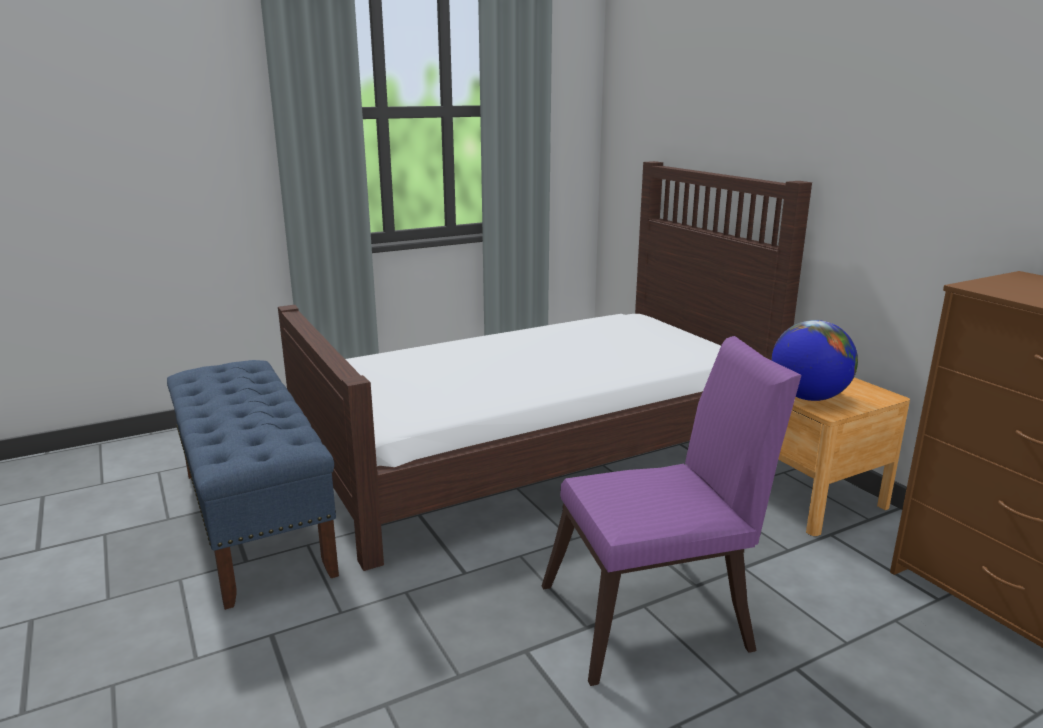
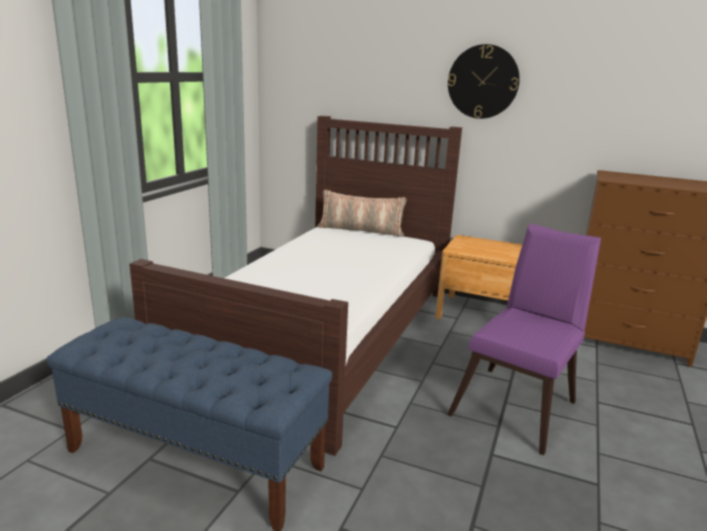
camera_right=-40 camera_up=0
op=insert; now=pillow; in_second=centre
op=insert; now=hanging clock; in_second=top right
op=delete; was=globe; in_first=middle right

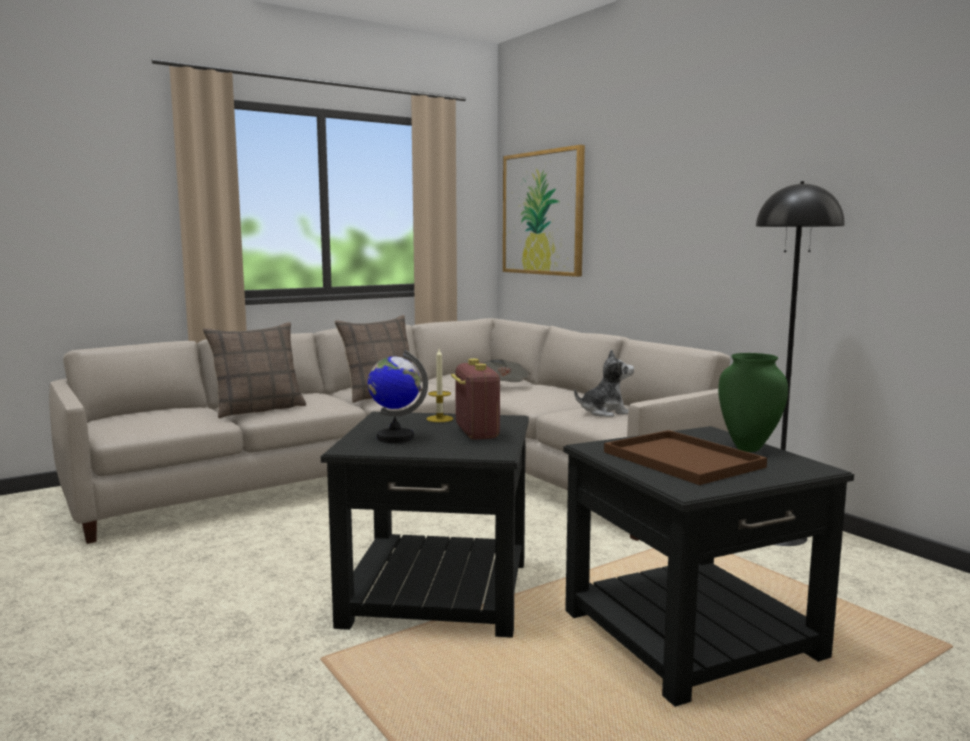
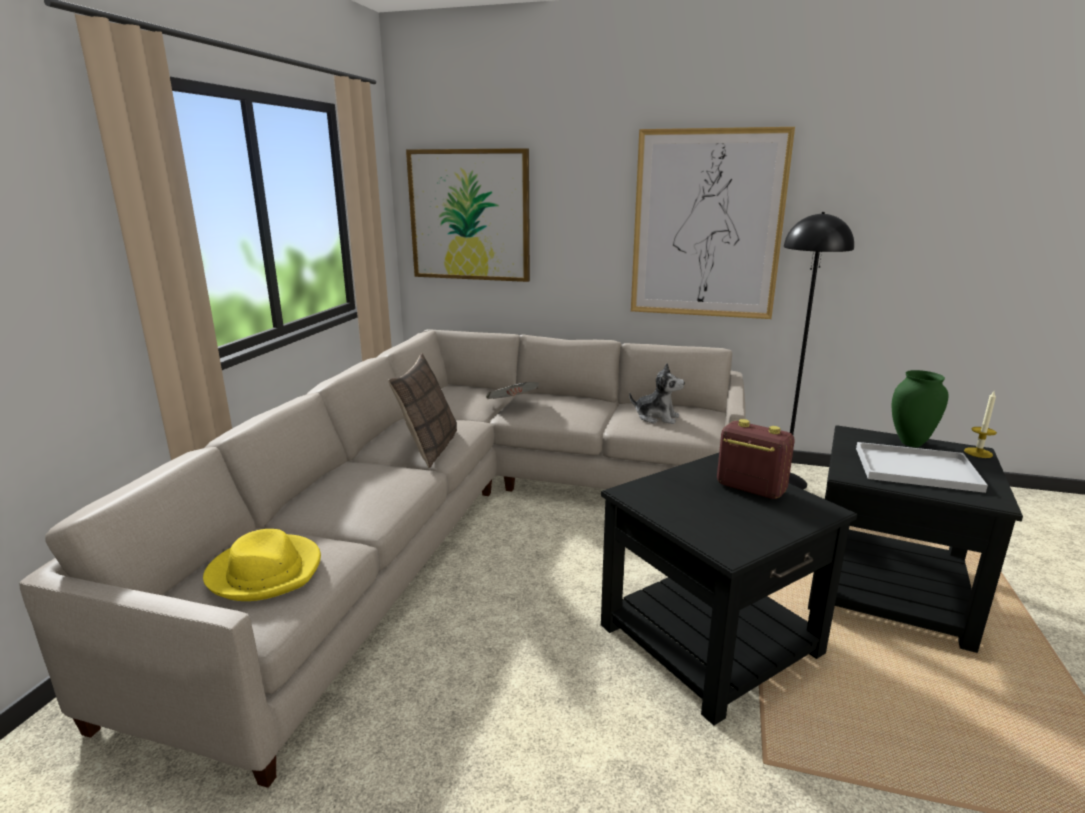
camera_right=-40 camera_up=10
op=insert; now=yellowish wearable hat; in_second=bottom left
op=rotate; was=cuddly toy; in_first=centre; in_second=centre; clockwise=75
op=insert; now=wall picture (2nd from left); in_second=top centre
op=recolor; was=brown serving tray; now=whitish serving tray; in_first=middle right; in_second=middle right
op=move; was=candle; in_first=centre; in_second=middle right
op=delete; was=pillow (1st from left); in_first=middle left
op=delete; was=globe; in_first=centre

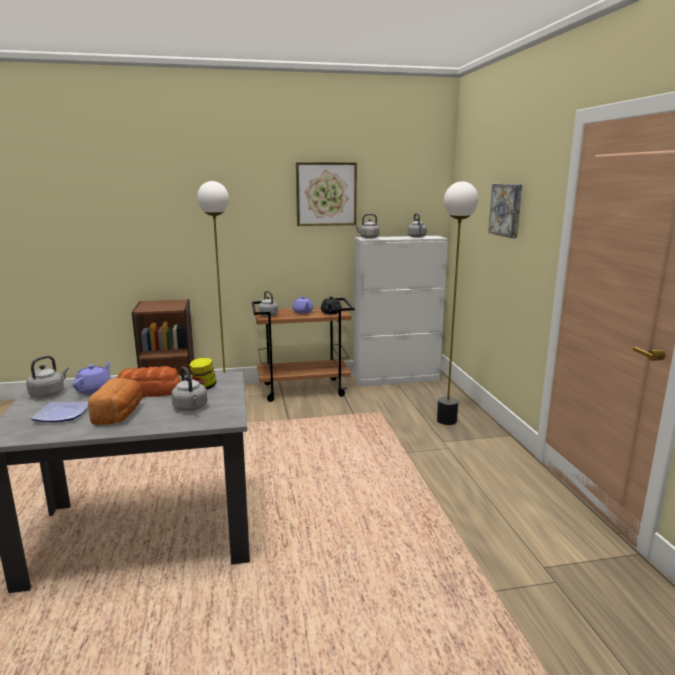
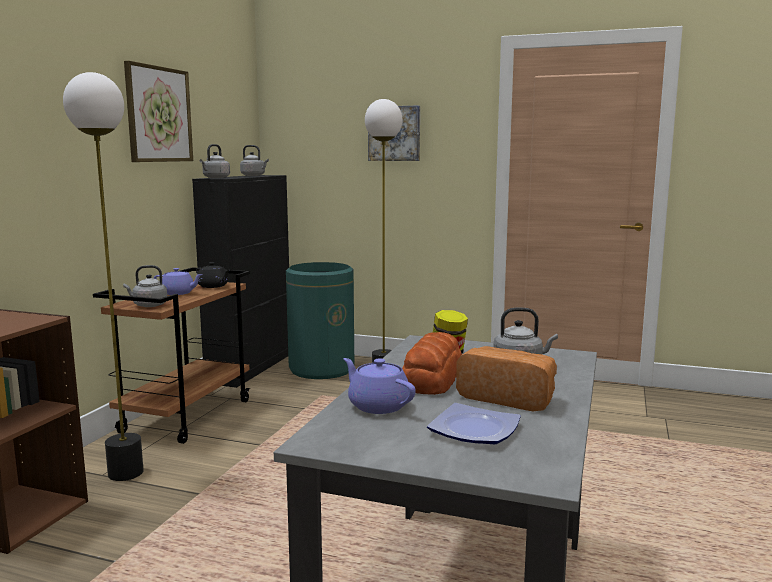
camera_right=-60 camera_up=-5
op=recolor; was=whitish cabinet; now=blackish cabinet; in_first=centre; in_second=middle left
op=insert; now=green-coloured waste bin; in_second=centre
op=delete; was=gray tea kettle (1st from left); in_first=middle left

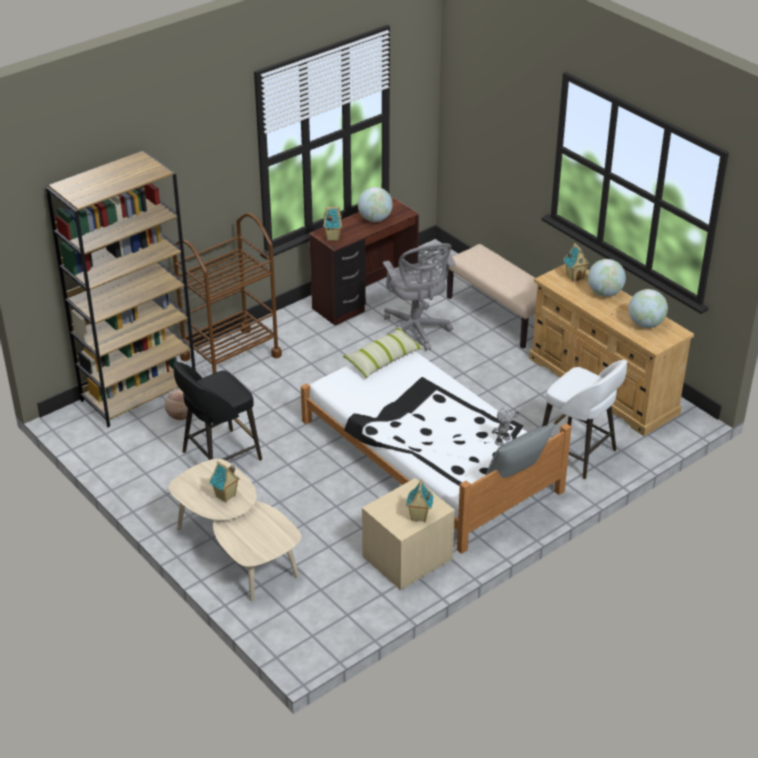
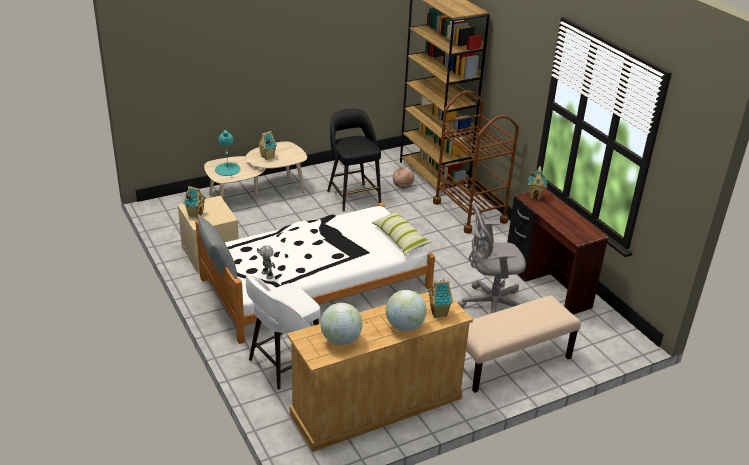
camera_right=100 camera_up=-5
op=insert; now=turquoise tabletop lamp; in_second=top left
op=delete; was=globe (1st from left); in_first=top centre

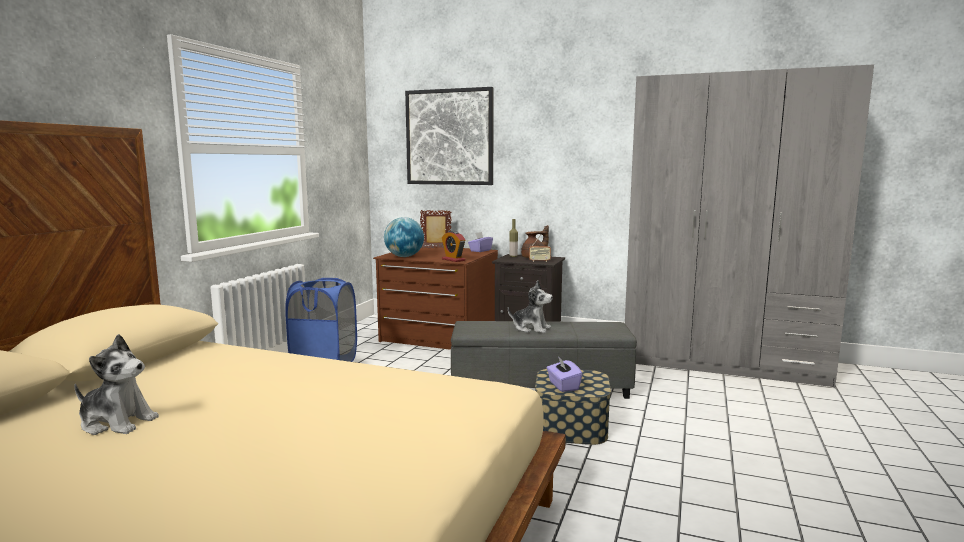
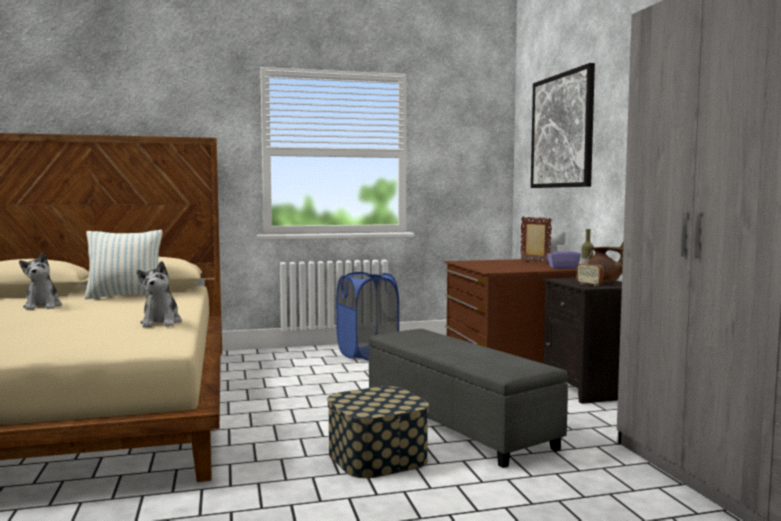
camera_right=55 camera_up=-5
op=insert; now=pillow; in_second=middle left
op=move; was=cuddly toy (2nd from left); in_first=centre; in_second=middle left
op=delete; was=globe; in_first=centre
op=delete; was=table clock; in_first=centre
op=delete; was=purple box of tissues (2nd from left); in_first=bottom centre

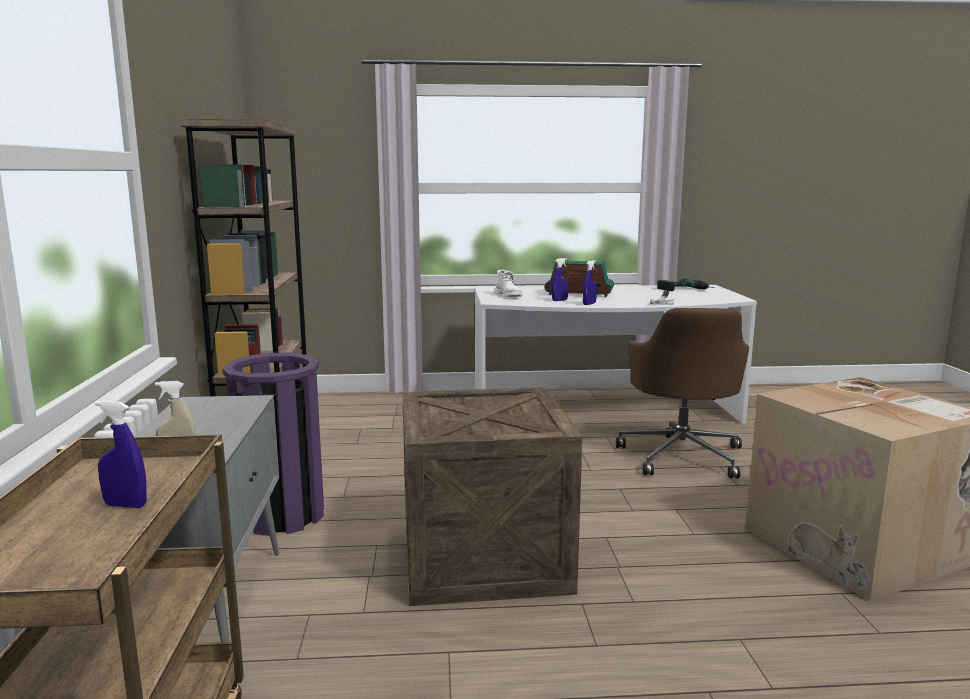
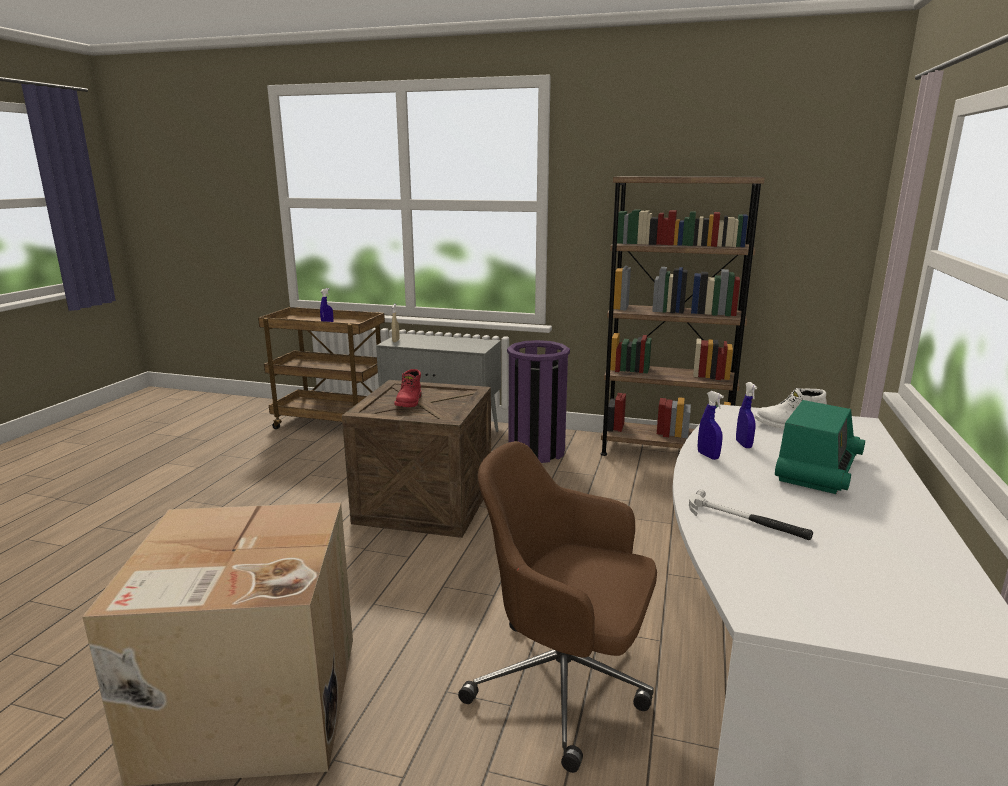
camera_right=110 camera_up=5
op=insert; now=red high-top boot; in_second=centre
op=delete; was=drill; in_first=middle right

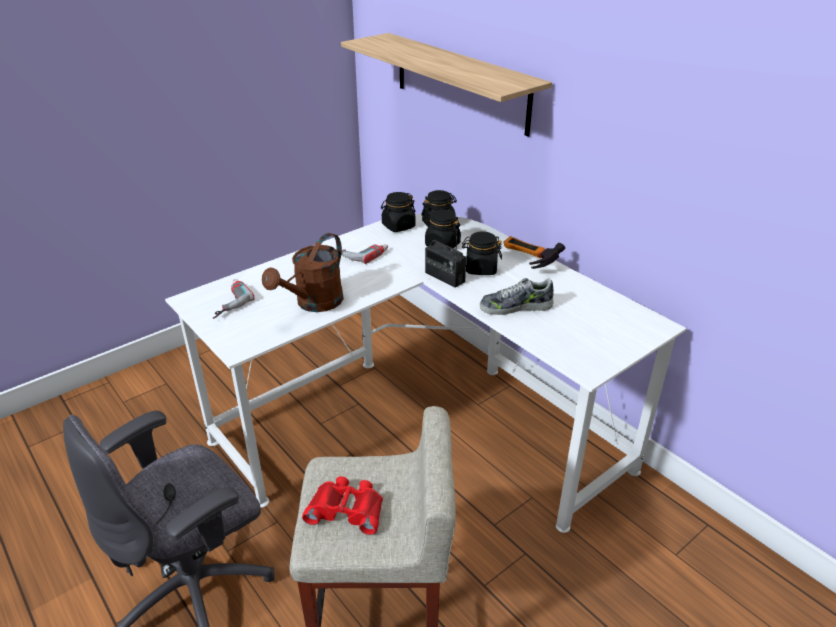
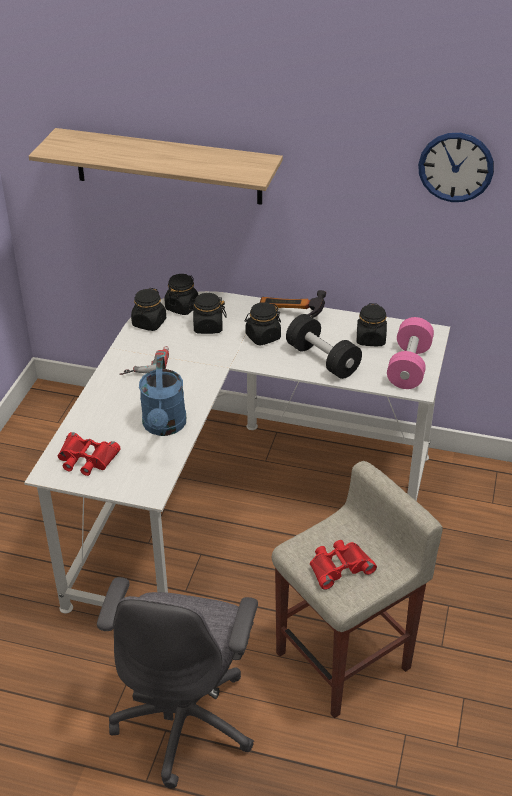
camera_right=-35 camera_up=5
op=replace; was=drill (1st from left); now=red pair of binoculars (1st from left); in_first=middle left; in_second=middle left
op=recolor; was=brown watering can; now=blue watering can; in_first=centre; in_second=middle left
op=replace; was=item of footwear; now=blackish free weight; in_first=centre; in_second=centre
op=insert; now=blackish storage jar (5th from left); in_second=middle right
op=insert; now=pink free weight; in_second=middle right
op=insert; now=hanging clock; in_second=top right
op=delete; was=radio receiver; in_first=centre

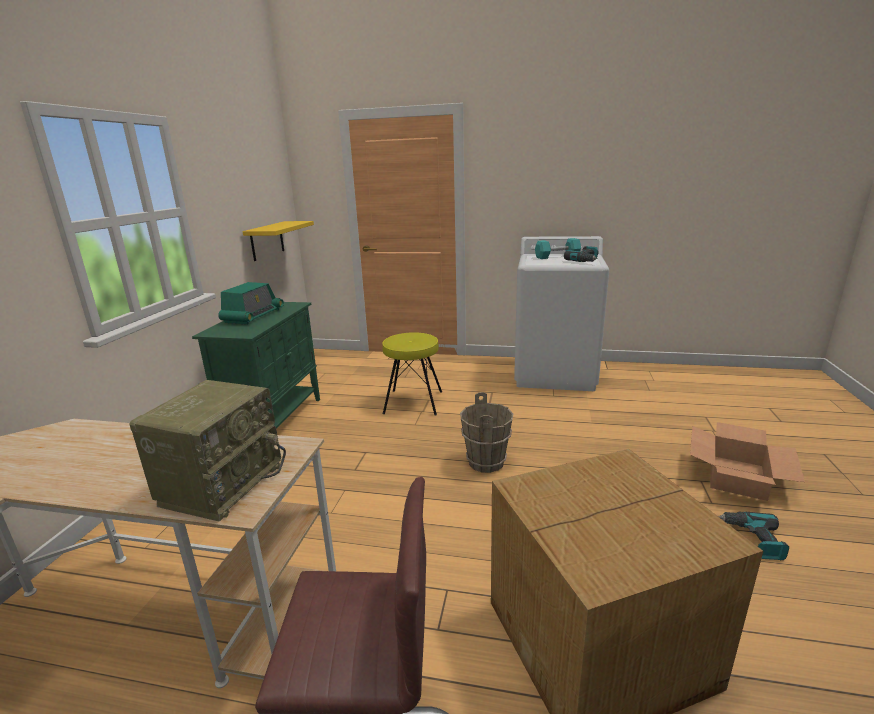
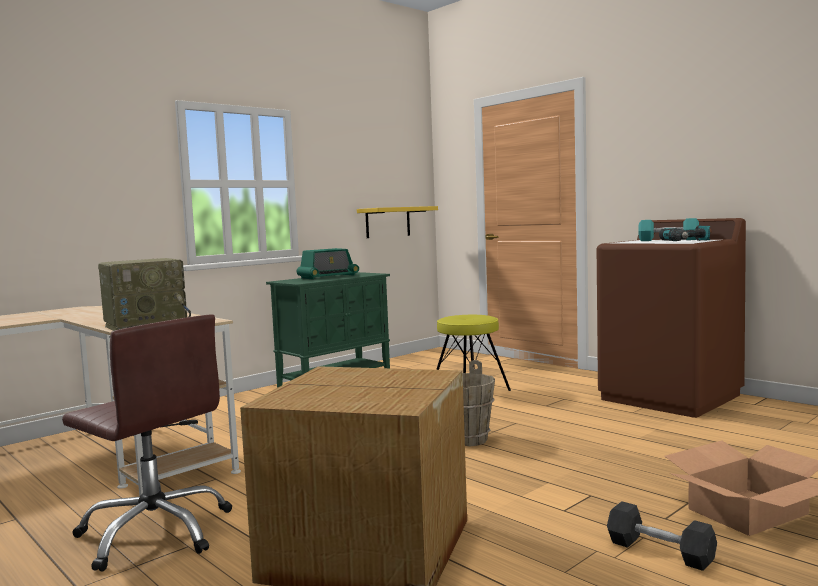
camera_right=35 camera_up=-15
op=recolor; was=whitish laundry machine; now=brown laundry machine; in_first=centre; in_second=middle right
op=replace; was=drill (2nd from left); now=gray free weight; in_first=bottom right; in_second=bottom right

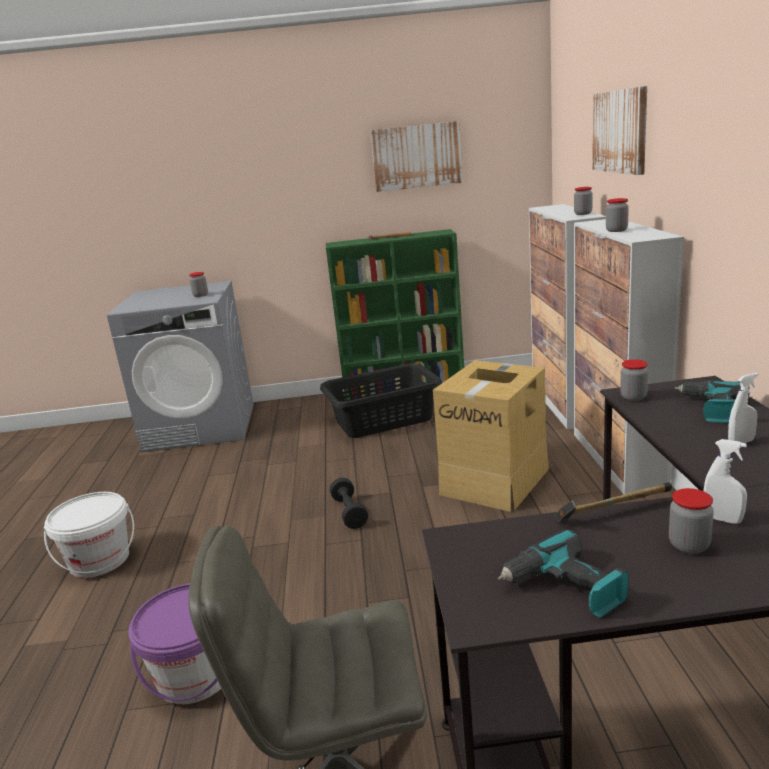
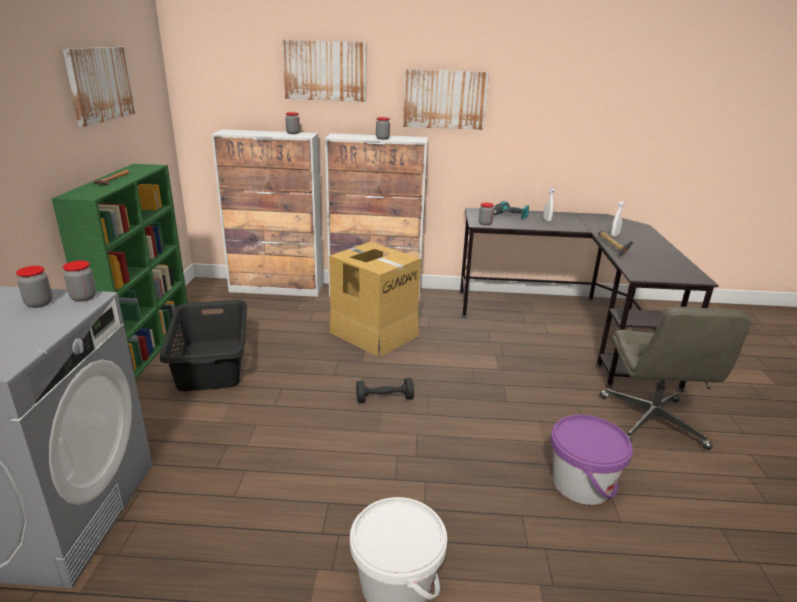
camera_right=-85 camera_up=5
op=move; was=storage jar (5th from left in the first image); now=storage jar (2nd from left); in_first=bottom right; in_second=middle left
op=insert; now=wall picture (3rd from left); in_second=top centre
op=delete; was=drill (1st from left); in_first=bottom right

